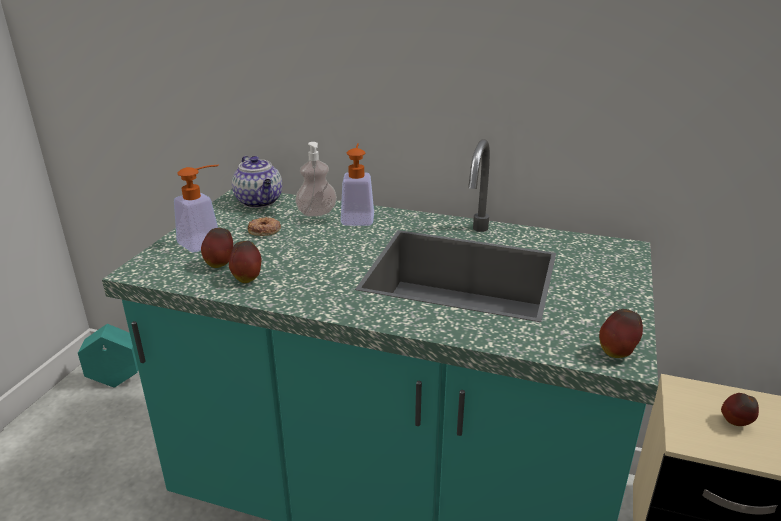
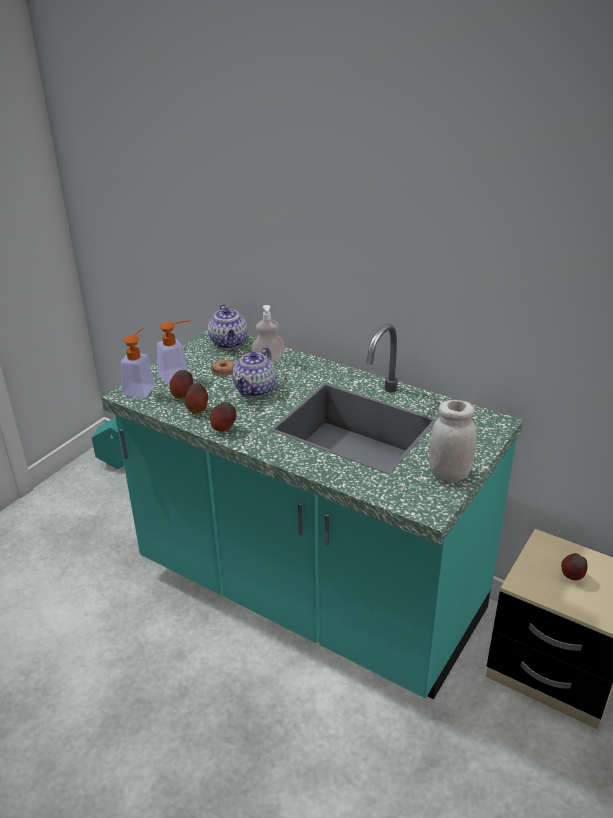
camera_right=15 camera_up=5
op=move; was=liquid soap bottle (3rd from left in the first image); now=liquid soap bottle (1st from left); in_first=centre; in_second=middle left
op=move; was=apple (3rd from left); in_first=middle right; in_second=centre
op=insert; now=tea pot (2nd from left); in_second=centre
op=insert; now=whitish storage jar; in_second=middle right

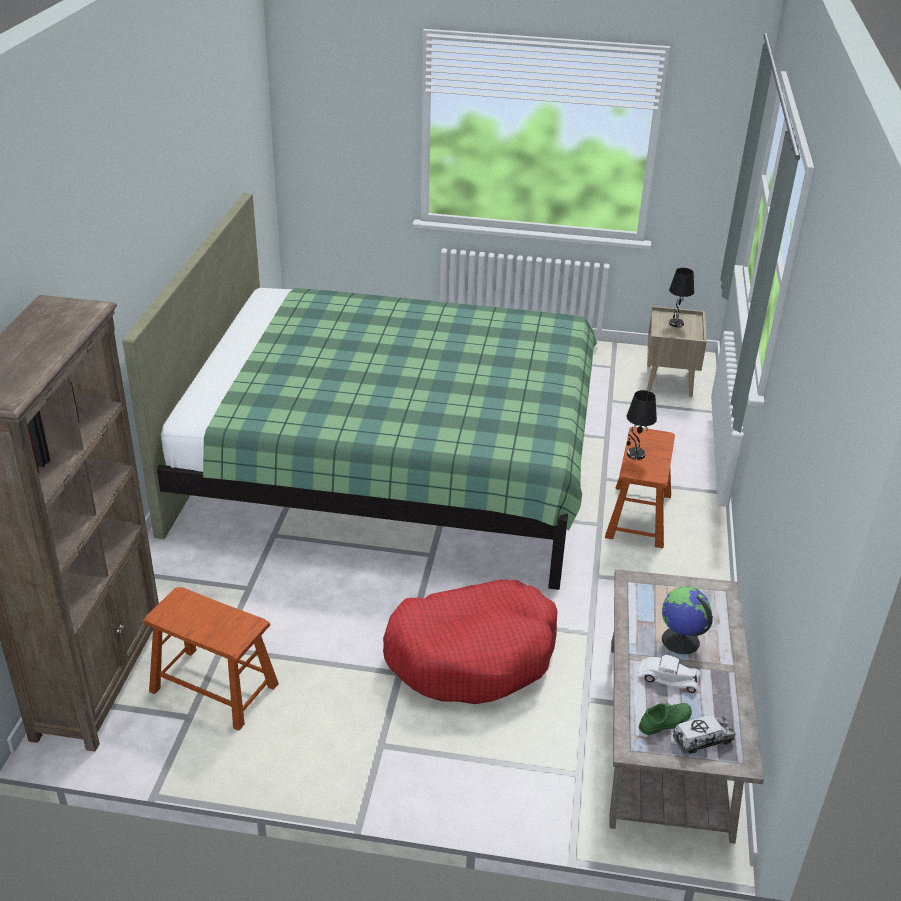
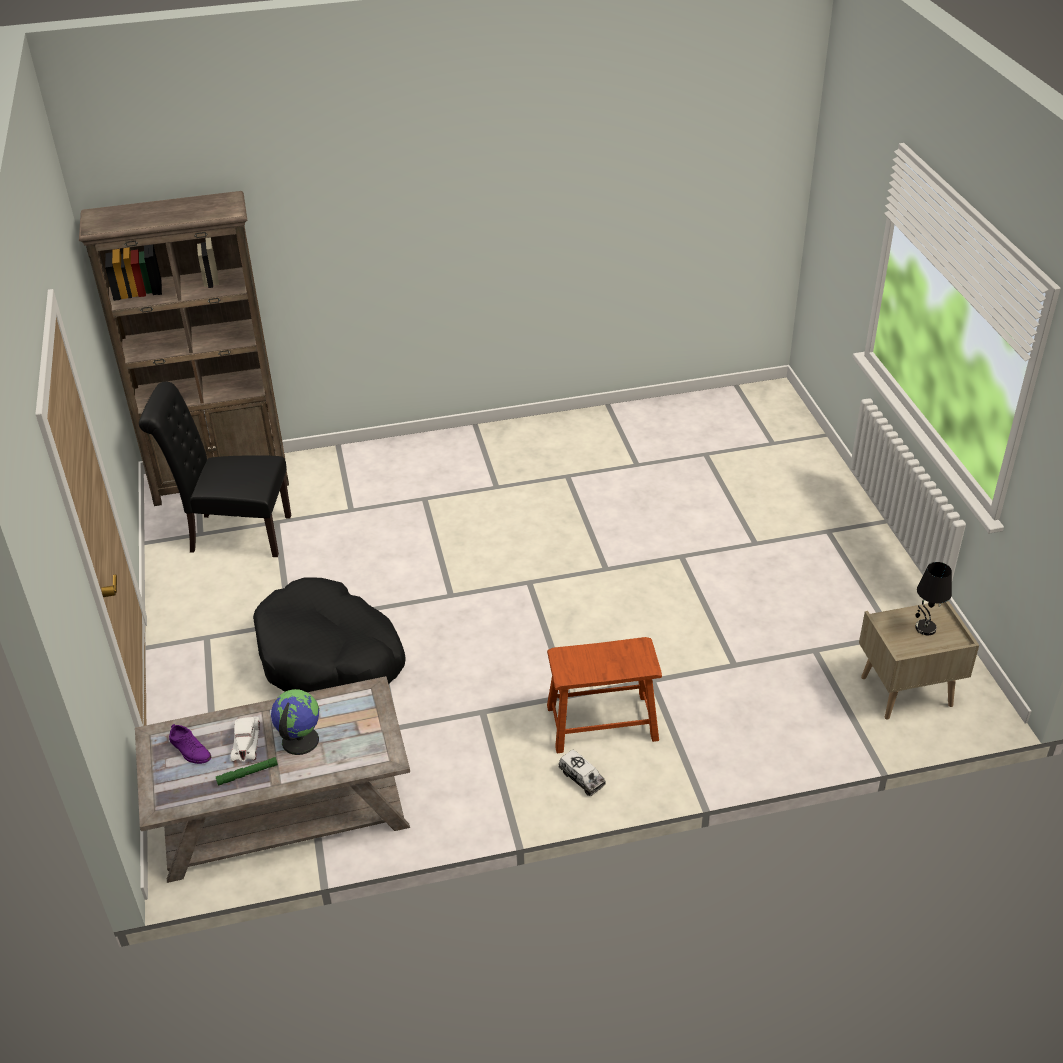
camera_right=70 camera_up=5
op=replace; was=brown sitting stool (1st from left); now=blackish upright chair; in_first=bottom left; in_second=middle left
op=recolor; was=green-coloured item of footwear; now=purple item of footwear; in_first=bottom right; in_second=bottom left
op=insert; now=green-coloured torch; in_second=bottom left
op=recolor; was=red pet bed; now=blackish pet bed; in_first=bottom centre; in_second=middle left
op=move; was=toy lorry; in_first=bottom right; in_second=bottom centre
op=delete; was=green-coloured bed; in_first=centre
op=delete; was=blackish tabletop lamp (1st from left); in_first=middle right

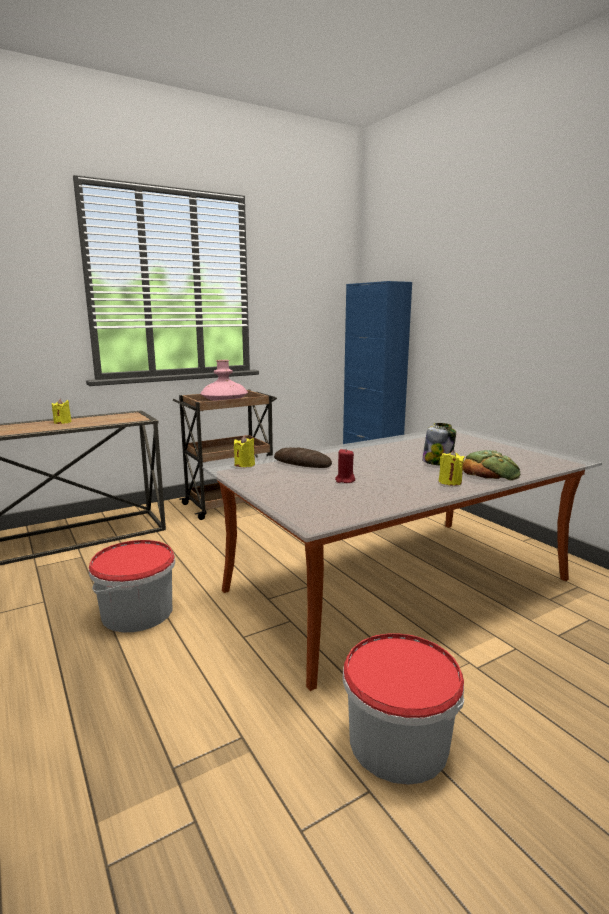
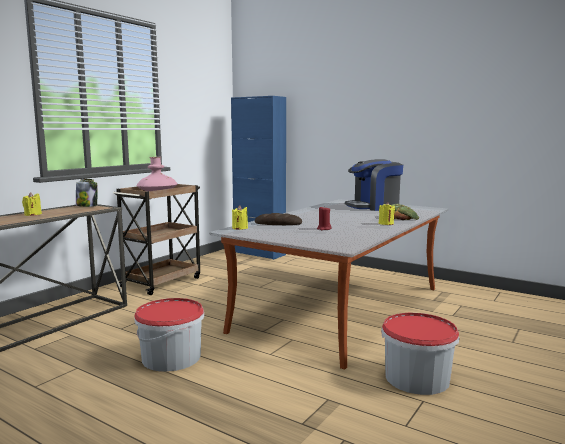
camera_right=-25 camera_up=-5
op=move; was=storage jar; in_first=middle right; in_second=middle left
op=insert; now=coffee maker; in_second=centre

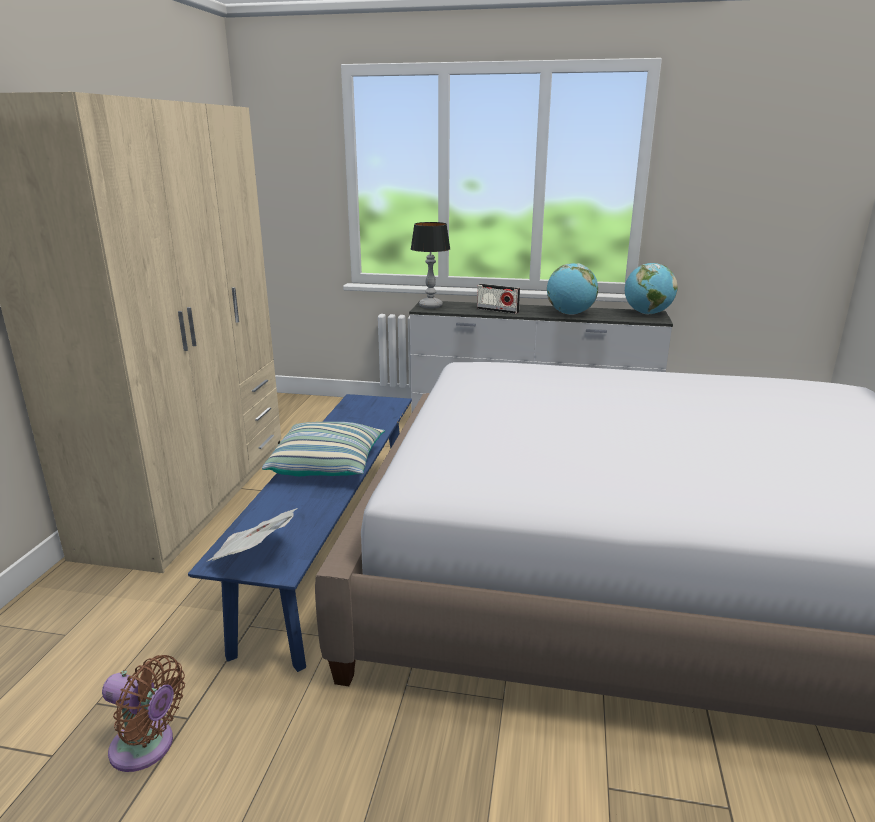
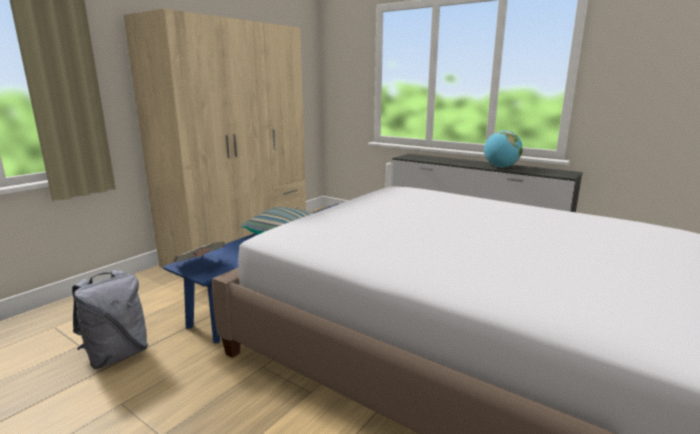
camera_right=25 camera_up=-5
op=replace; was=brown fan; now=gray knapsack; in_first=bottom left; in_second=bottom left
op=delete; was=tabletop lamp; in_first=top centre
op=delete; was=radio receiver; in_first=centre
op=delete; was=globe (2nd from left); in_first=middle right

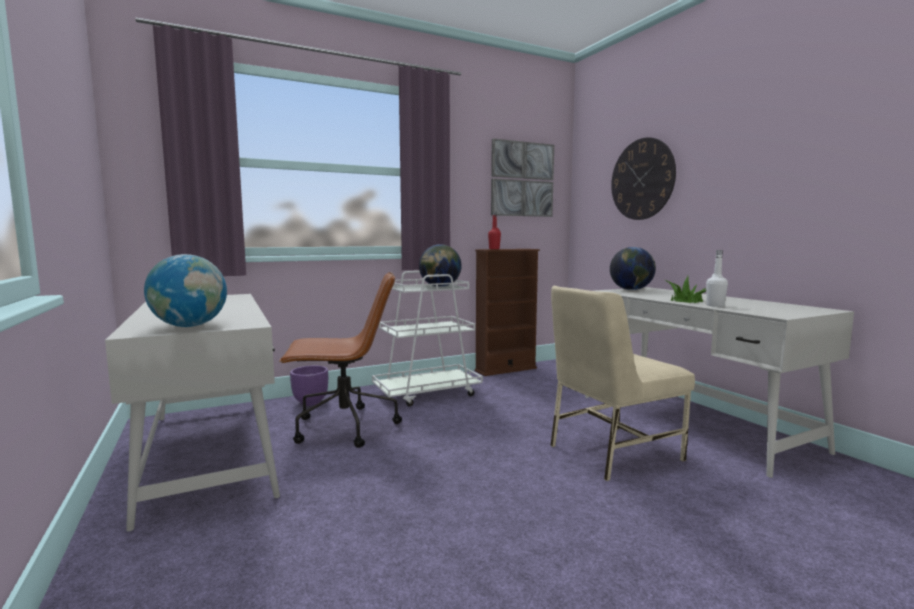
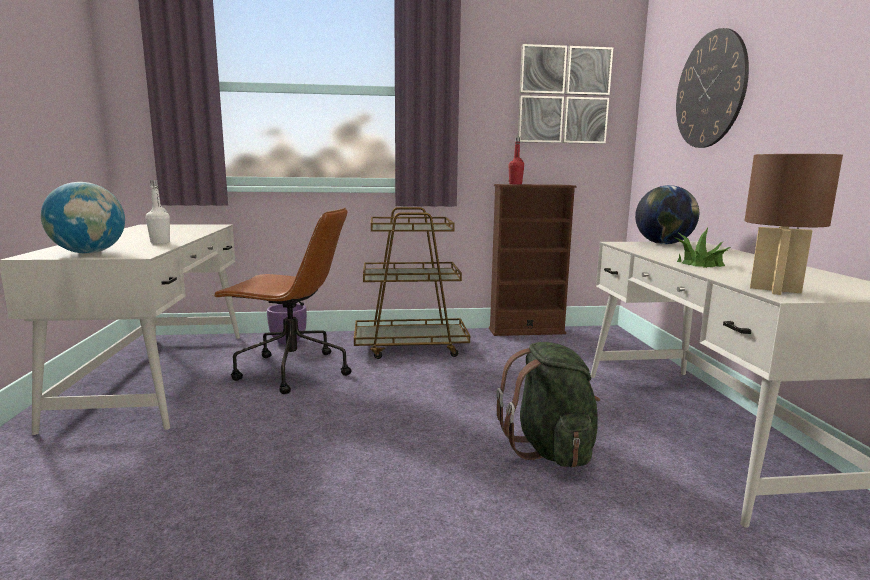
camera_right=20 camera_up=5
op=move; was=whitish bottle; in_first=middle right; in_second=middle left
op=recolor; was=whitish wheeled cart; now=brown wheeled cart; in_first=centre; in_second=centre
op=replace; was=sand-coloured upright chair; now=green-coloured knapsack; in_first=middle right; in_second=bottom centre
op=insert; now=brown tabletop lamp; in_second=middle right
op=delete; was=globe (2nd from left); in_first=centre

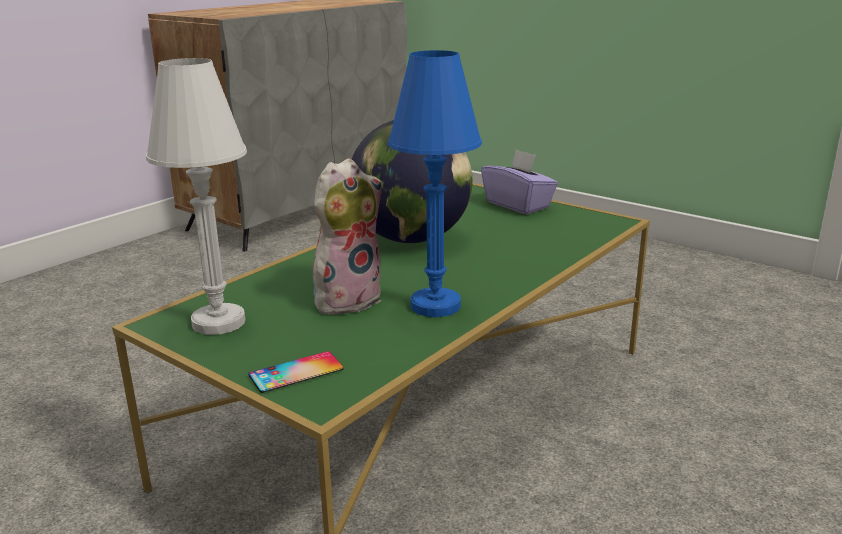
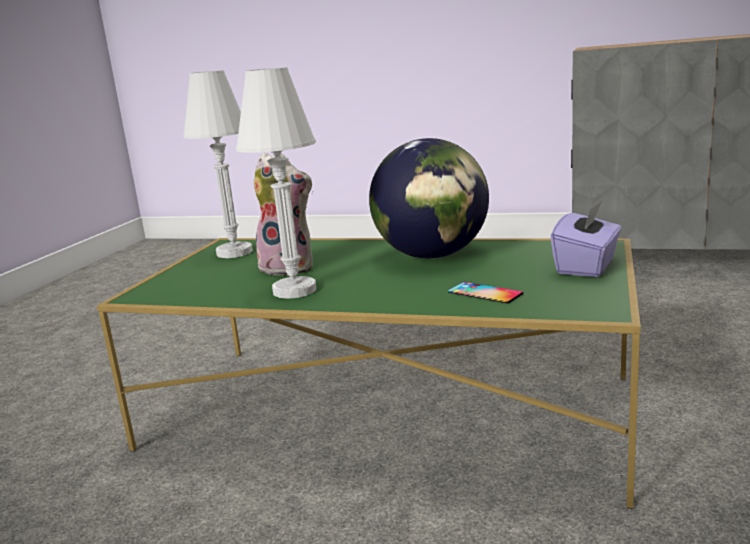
camera_right=70 camera_up=-5
op=recolor; was=blue tabletop lamp; now=whitish tabletop lamp (2nd from left); in_first=centre; in_second=centre
op=move; was=handset; in_first=bottom centre; in_second=centre

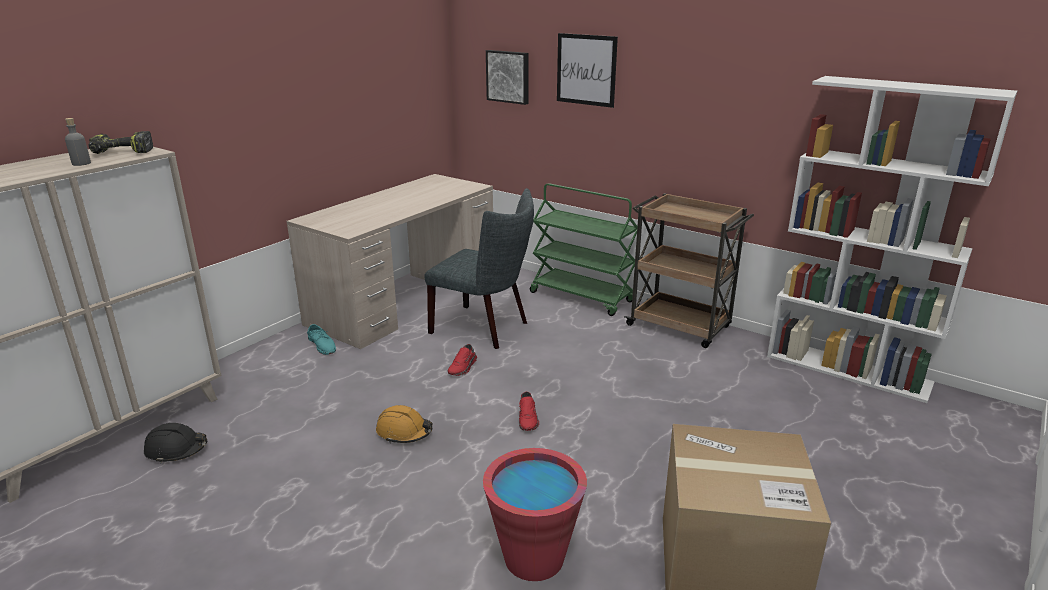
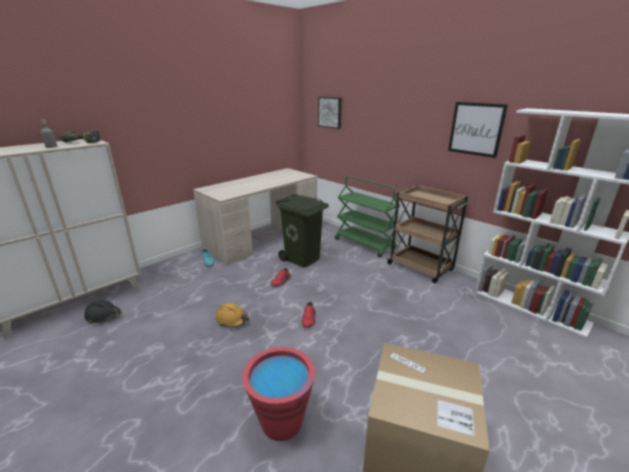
camera_right=10 camera_up=0
op=replace; was=gray upright chair; now=green-coloured waste bin; in_first=centre; in_second=centre
op=move; was=wall picture (2nd from left); in_first=top centre; in_second=top right

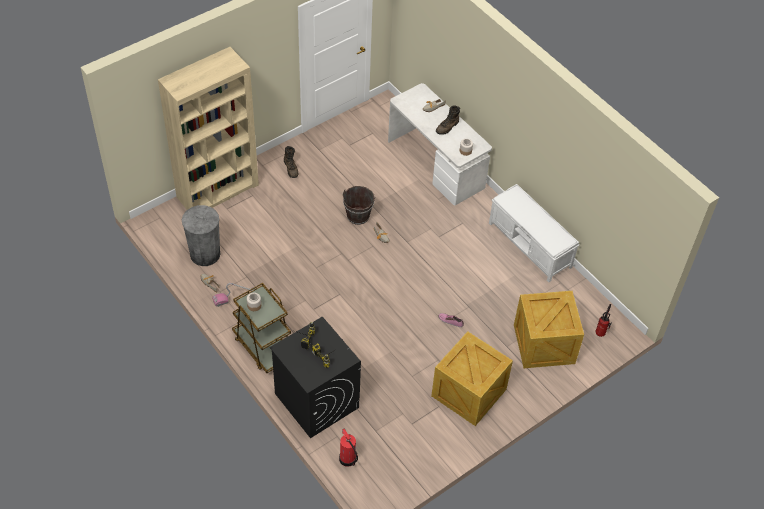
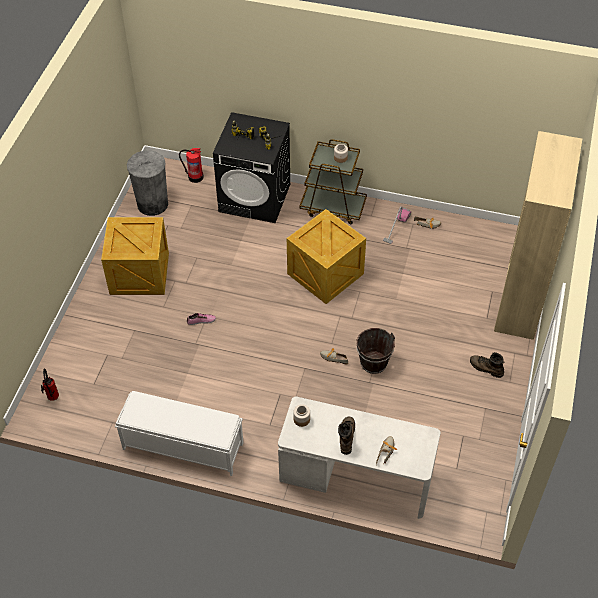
camera_right=145 camera_up=0
op=move; was=gray waste bin; in_first=middle left; in_second=top left
op=move; was=crate (2nd from left); in_first=middle right; in_second=centre

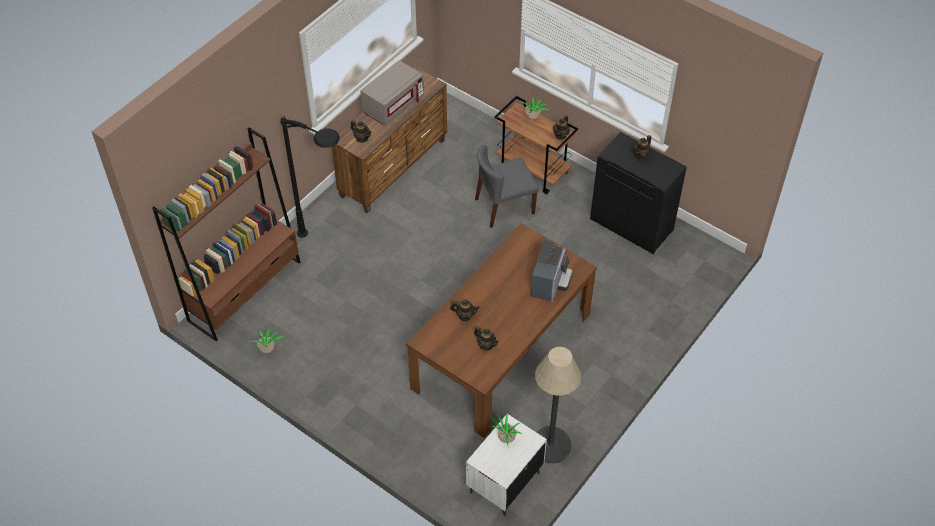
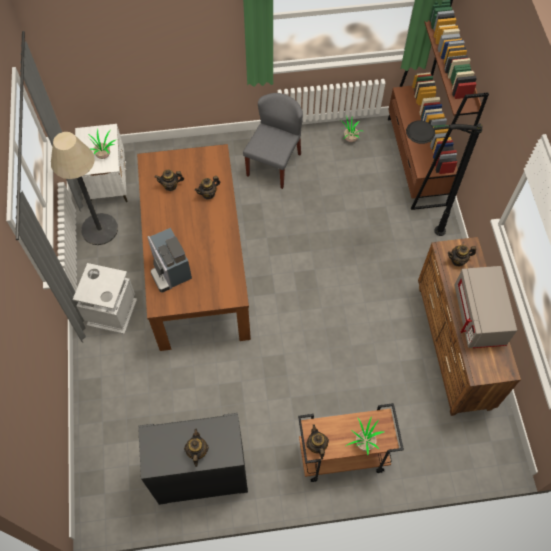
camera_right=135 camera_up=10
op=insert; now=gray waste bin; in_second=middle left
op=move; was=gray upright chair; in_first=centre; in_second=top centre

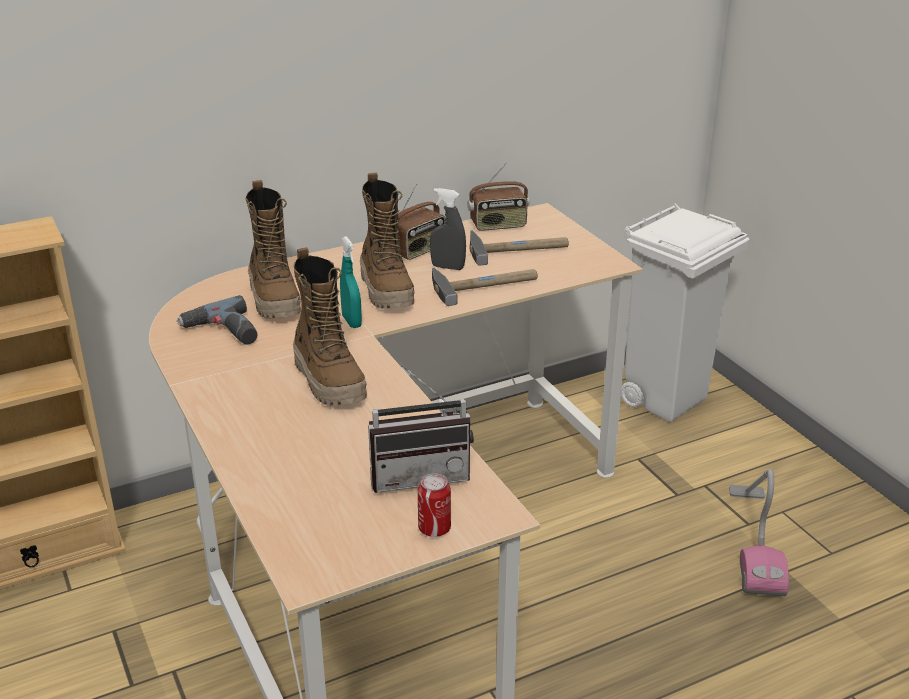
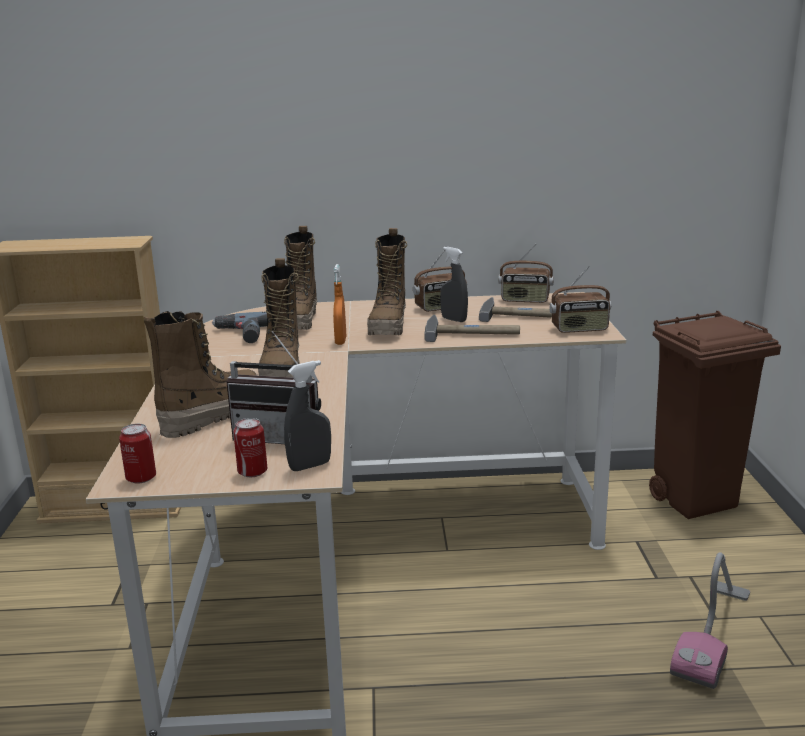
camera_right=25 camera_up=-10
op=insert; now=can (1st from left); in_second=middle left
op=insert; now=high-top boot (1st from left); in_second=middle left
op=insert; now=gray hand sprayer (1st from left); in_second=centre
op=recolor; was=turquoise hand sprayer; now=orange-coloured hand sprayer; in_first=centre; in_second=centre
op=insert; now=radio receiver (4th from left); in_second=middle right
op=recolor; was=whitish waste bin; now=brown waste bin; in_first=middle right; in_second=middle right

